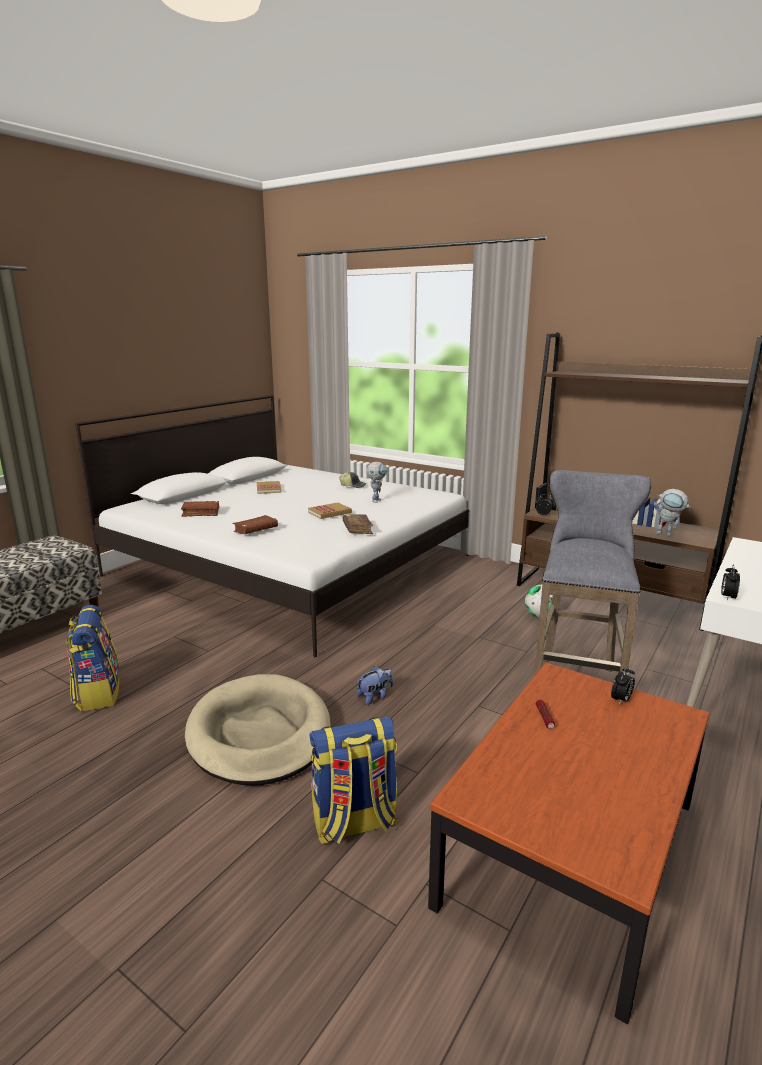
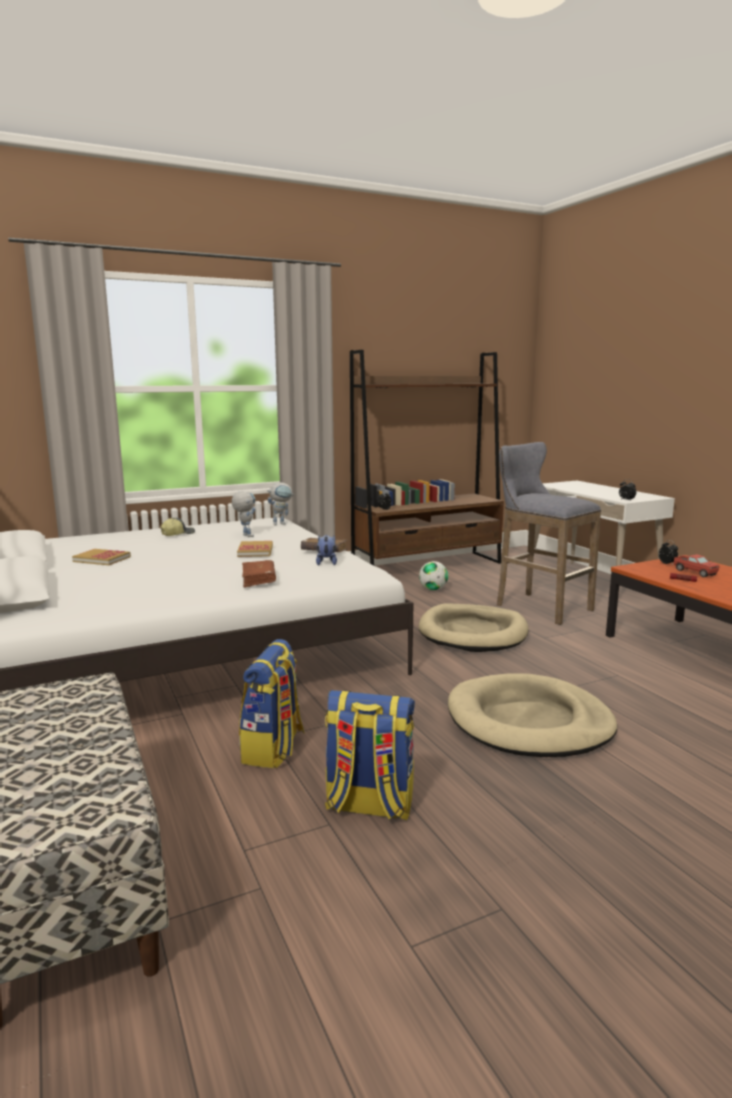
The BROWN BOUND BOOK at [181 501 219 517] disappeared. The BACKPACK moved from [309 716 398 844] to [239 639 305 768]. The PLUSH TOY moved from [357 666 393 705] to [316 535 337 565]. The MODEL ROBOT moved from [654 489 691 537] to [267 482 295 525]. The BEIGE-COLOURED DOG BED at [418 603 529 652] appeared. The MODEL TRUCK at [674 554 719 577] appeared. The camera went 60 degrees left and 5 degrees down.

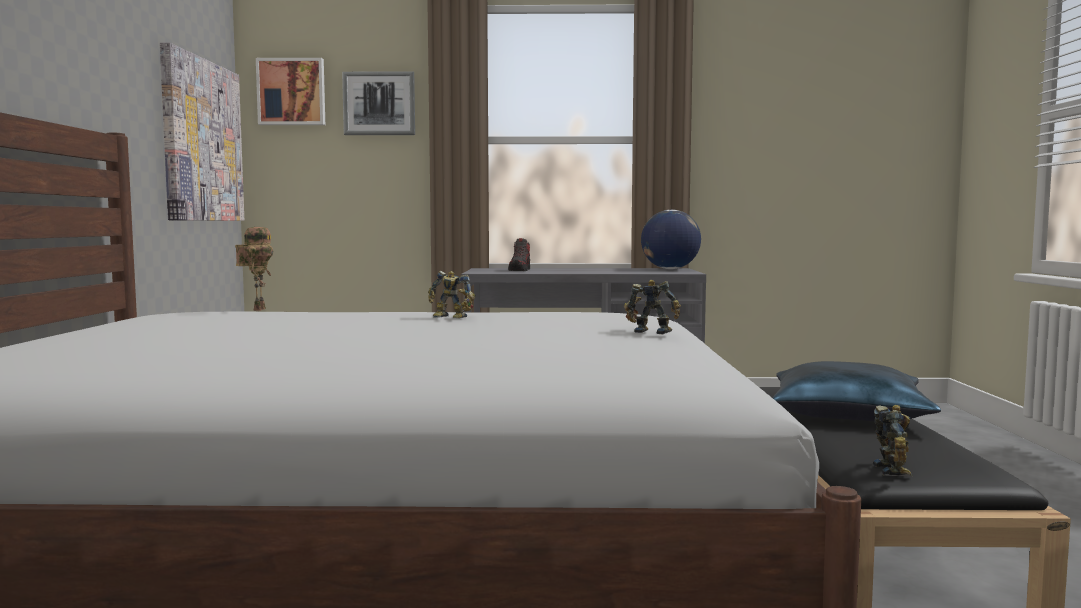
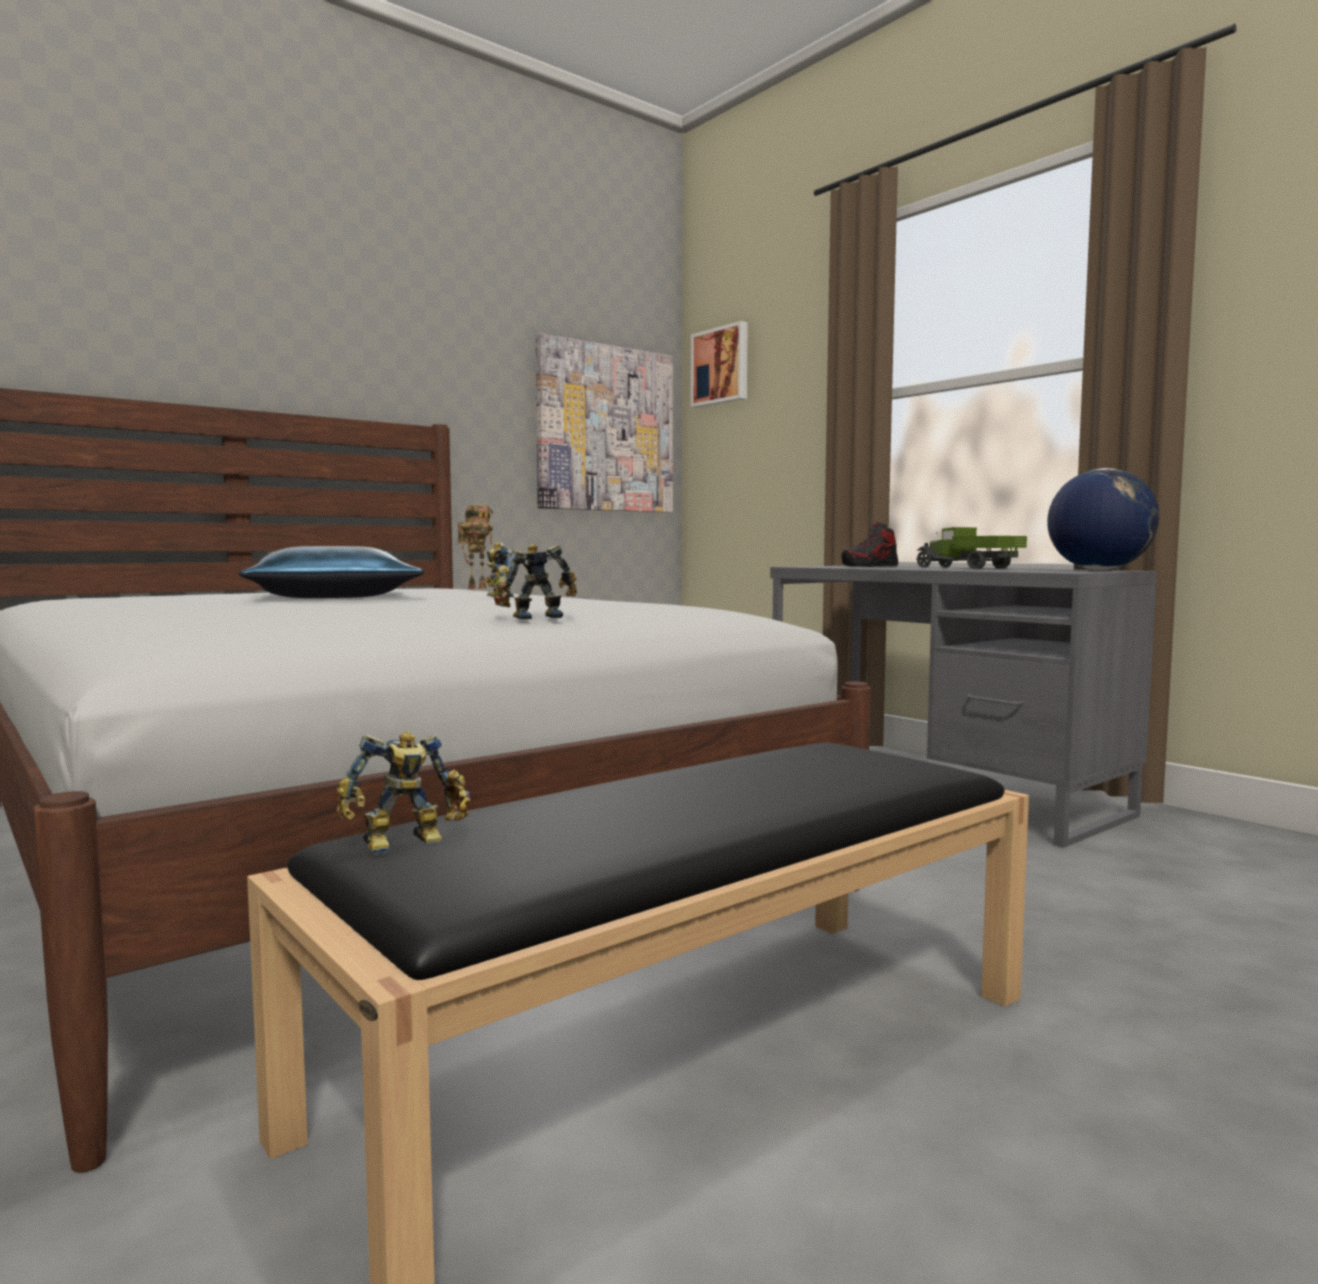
The WALL PICTURE at [342 71 415 135] disappeared. The MODEL ROBOT at [624 280 681 334] turned 105 degrees counterclockwise. The BLUE-COLOURED THROW PILLOW moved from [773 361 941 421] to [239 546 424 598]. The MODEL TRUCK at [916 527 1027 569] appeared. The camera went 50 degrees right and 0 degrees up.

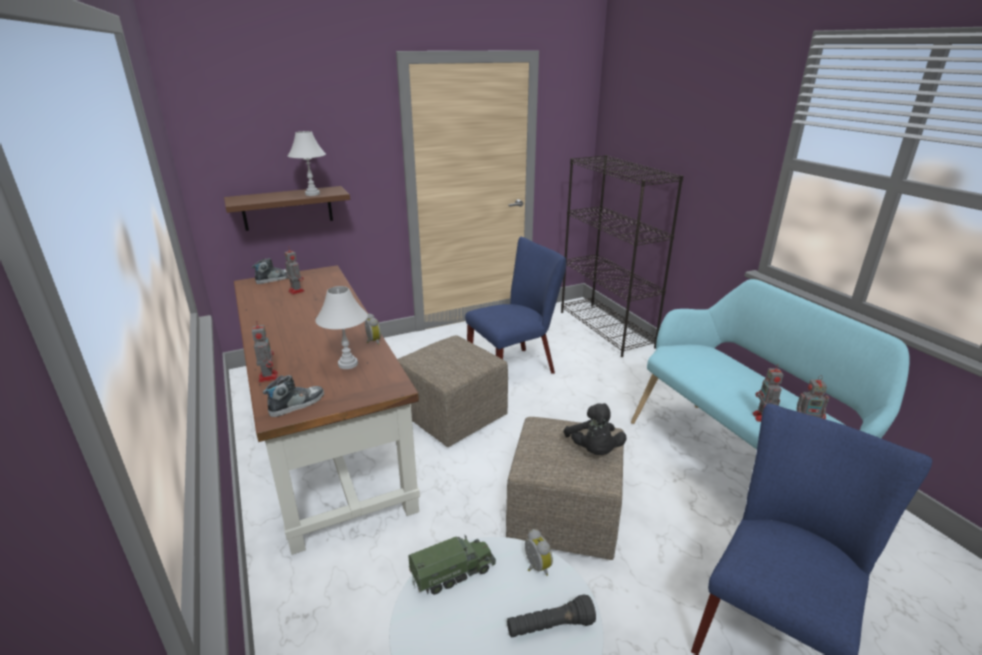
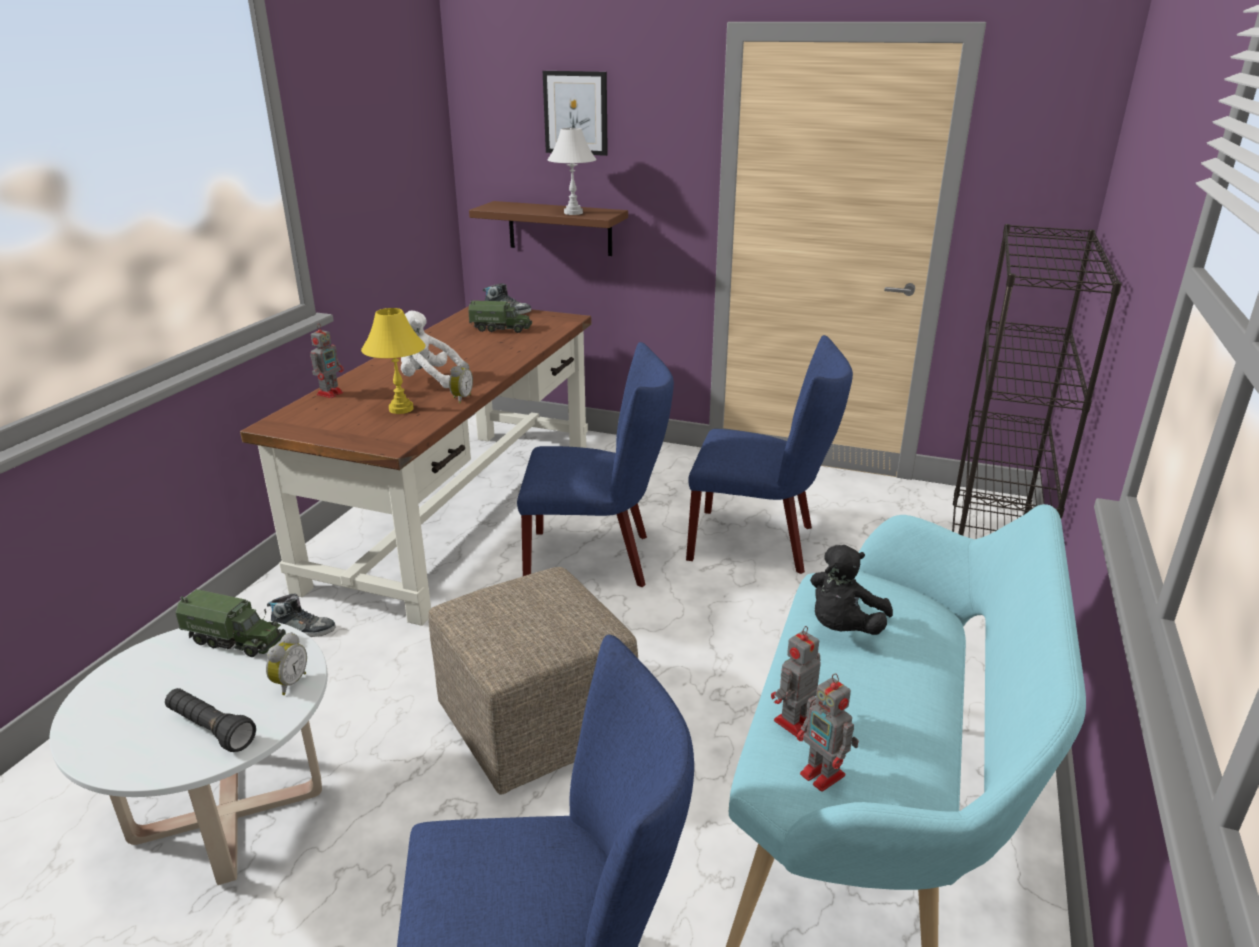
The ITEM OF FOOTWEAR moved from [263 375 324 417] to [267 593 336 637]. The MODEL ROBOT at [284 247 305 295] was replaced by the MODEL TRUCK at [468 300 532 333]. The WHITE TABLETOP LAMP at [315 286 368 369] became the YELLOWISH TABLETOP LAMP at [361 308 426 414]. The BEIGE-COLOURED POUFFE at [397 335 508 447] was replaced by the BLUE-COLOURED CHAIR at [517 342 674 587]. The BLACK PLUSH TOY moved from [564 403 627 455] to [810 545 893 635]. The WHITE PLUSH TOY at [401 311 463 388] appeared. The WALL PICTURE at [543 71 608 156] appeared. The camera went 45 degrees right and 0 degrees up.

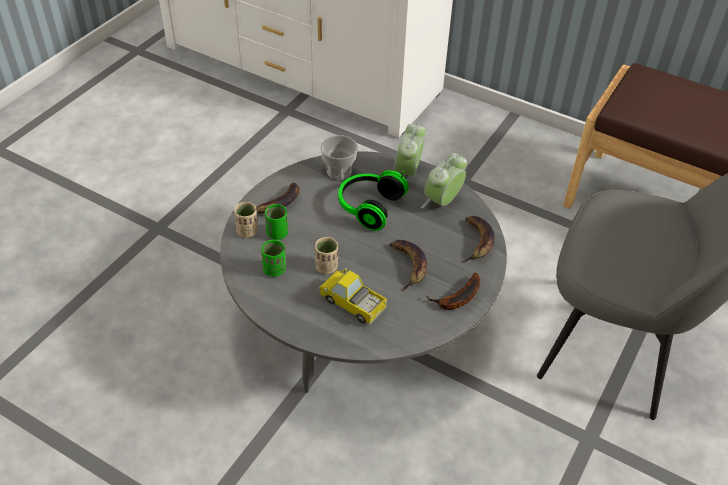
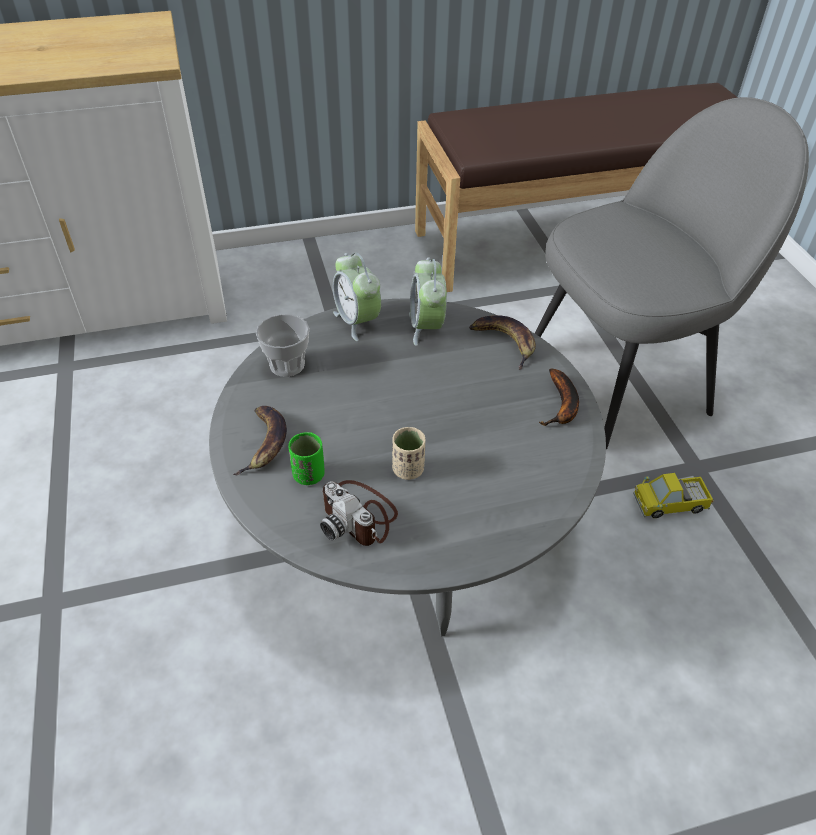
The BEIGE-COLOURED CUP at [234 202 258 238] disappeared. The GREEN-COLOURED CUP at [261 240 286 277] was replaced by the PHOTO CAMERA at [320 480 398 546]. The MODEL TRUCK moved from [319 268 387 325] to [633 473 714 518]. The PAIR OF HEADPHONES at [338 170 409 231] disappeared. The BANANA FRUIT at [390 240 427 291] disappeared. The camera went 45 degrees left and 0 degrees up.

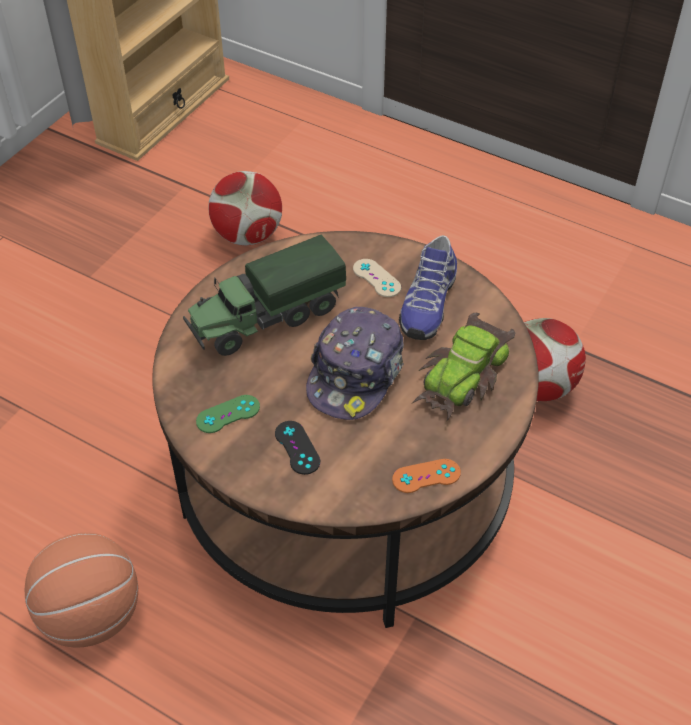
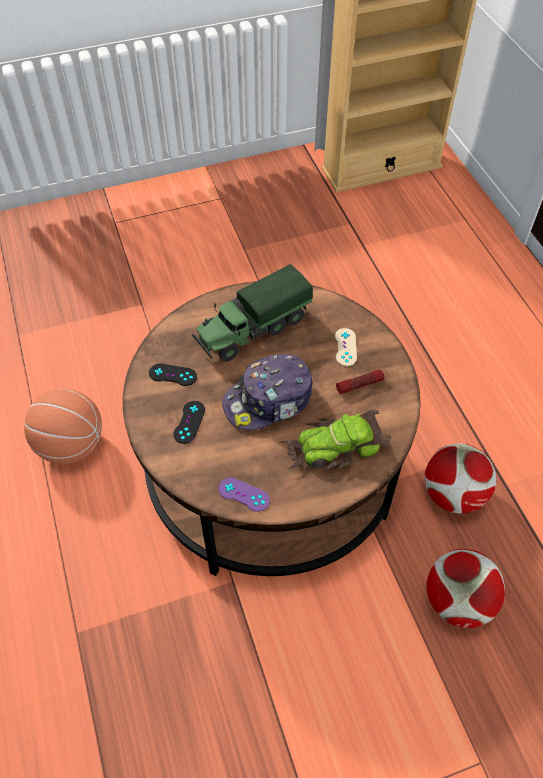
The MODEL TRUCK at [183 235 346 356] turned 45 degrees counterclockwise. The GREEN-COLOURED GAMEPAD at [196 395 260 433] became the BLACK GAMEPAD at [149 363 197 386]. The FOOTBALL BALL moved from [209 171 282 246] to [426 549 505 628]. The ORANGE GAMEPAD at [392 459 461 493] became the PURPLISH GAMEPAD at [219 478 270 512]. The ITEM OF FOOTWEAR at [399 235 457 340] was replaced by the HAND TORCH at [336 370 384 394]. The camera went 40 degrees right and 5 degrees up.

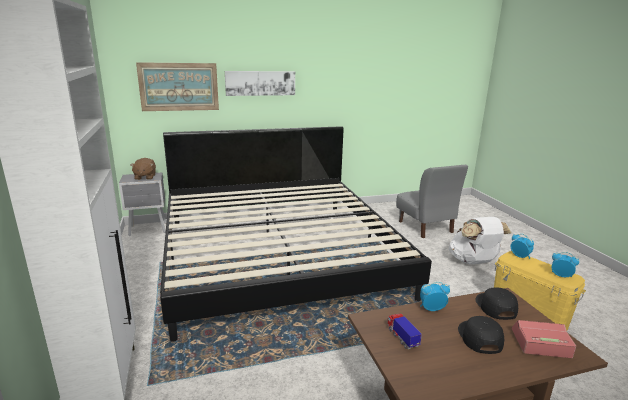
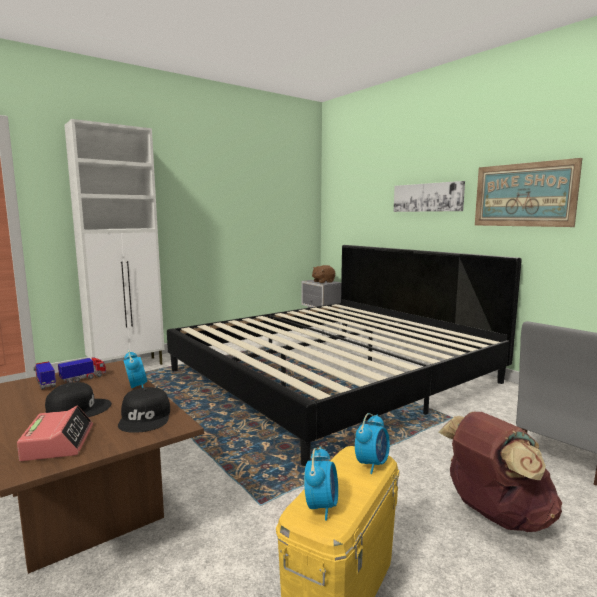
The WALL PICTURE moved from [136 62 219 111] to [475 158 582 227]. The WHITE BACKPACK at [449 217 511 264] became the BROWN BACKPACK at [438 412 562 532]. The BLACK PEAKED CAP at [475 287 518 320] turned 105 degrees clockwise. The MODEL TRUCK at [34 361 56 390] appeared. The camera went 70 degrees right and 10 degrees down.

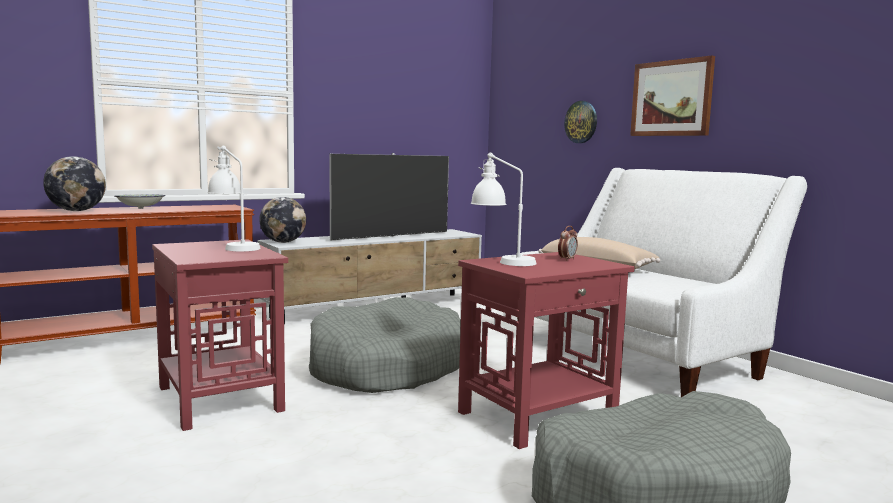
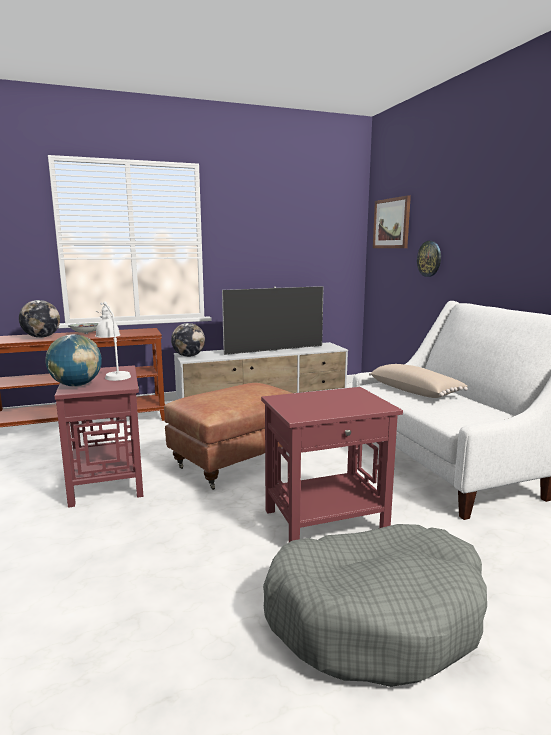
The GREYISH DOG BED at [309 297 461 393] was replaced by the BROWN POUFFE at [164 383 292 490]. The WHITE TABLETOP LAMP at [471 153 536 266] disappeared. The BEDSIDE CLOCK at [558 226 578 261] disappeared. The WALL PICTURE moved from [630 55 715 136] to [373 195 411 248]. The GLOBE at [46 334 102 386] appeared. The camera went 15 degrees right and 5 degrees up.

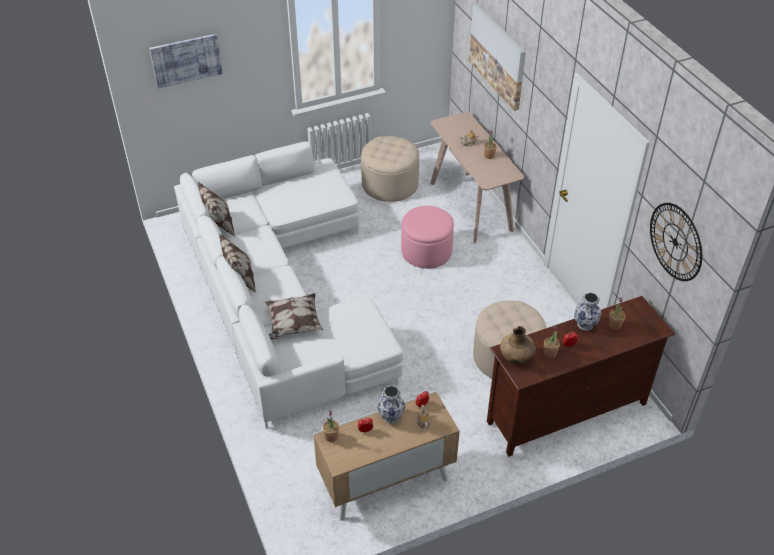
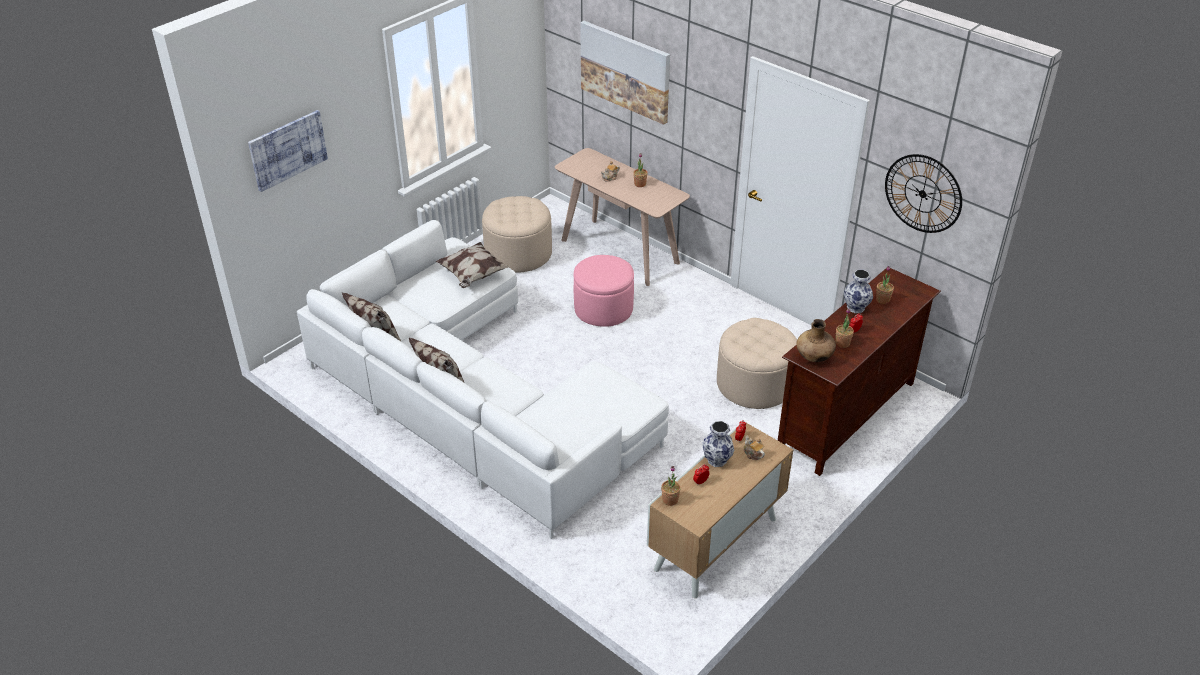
The THROW PILLOW moved from [265 293 323 340] to [435 242 509 288]. The camera went 25 degrees left and 5 degrees down.

